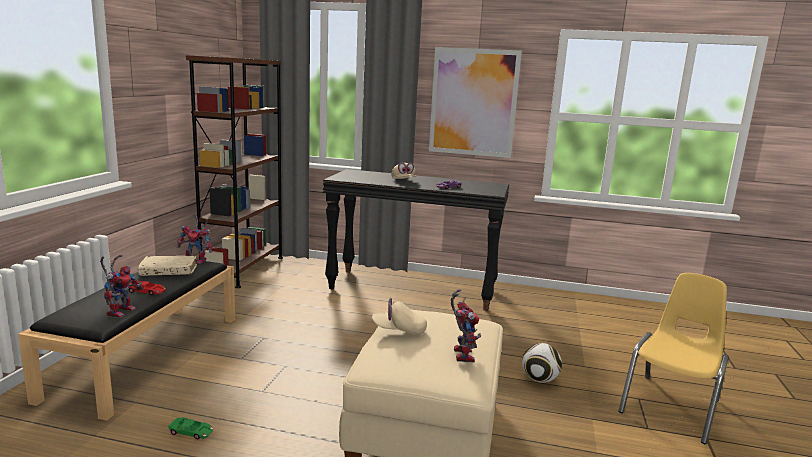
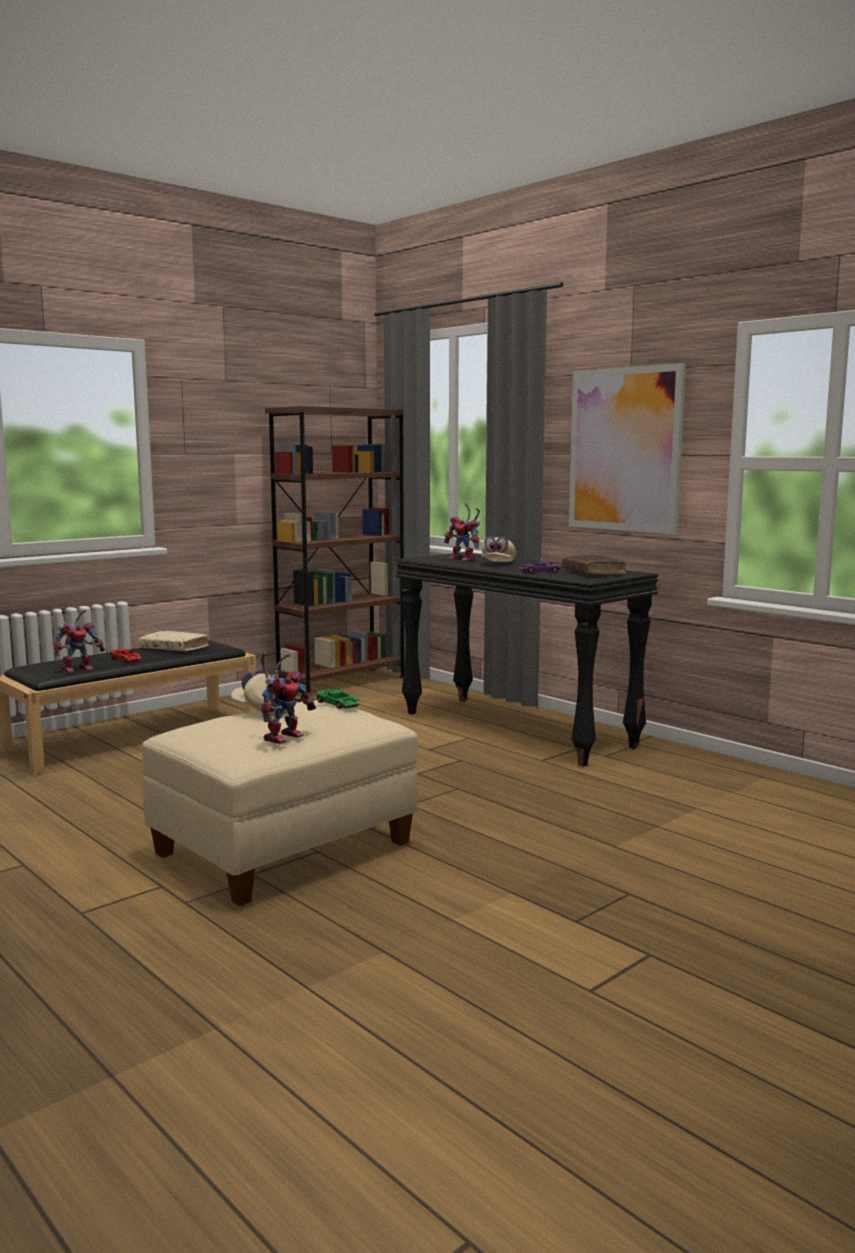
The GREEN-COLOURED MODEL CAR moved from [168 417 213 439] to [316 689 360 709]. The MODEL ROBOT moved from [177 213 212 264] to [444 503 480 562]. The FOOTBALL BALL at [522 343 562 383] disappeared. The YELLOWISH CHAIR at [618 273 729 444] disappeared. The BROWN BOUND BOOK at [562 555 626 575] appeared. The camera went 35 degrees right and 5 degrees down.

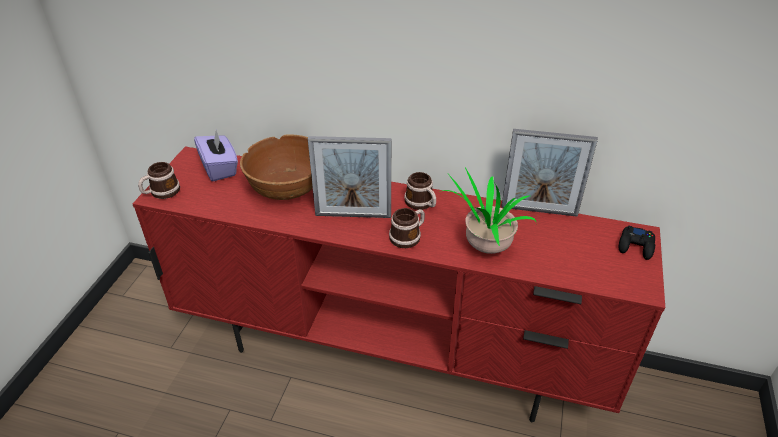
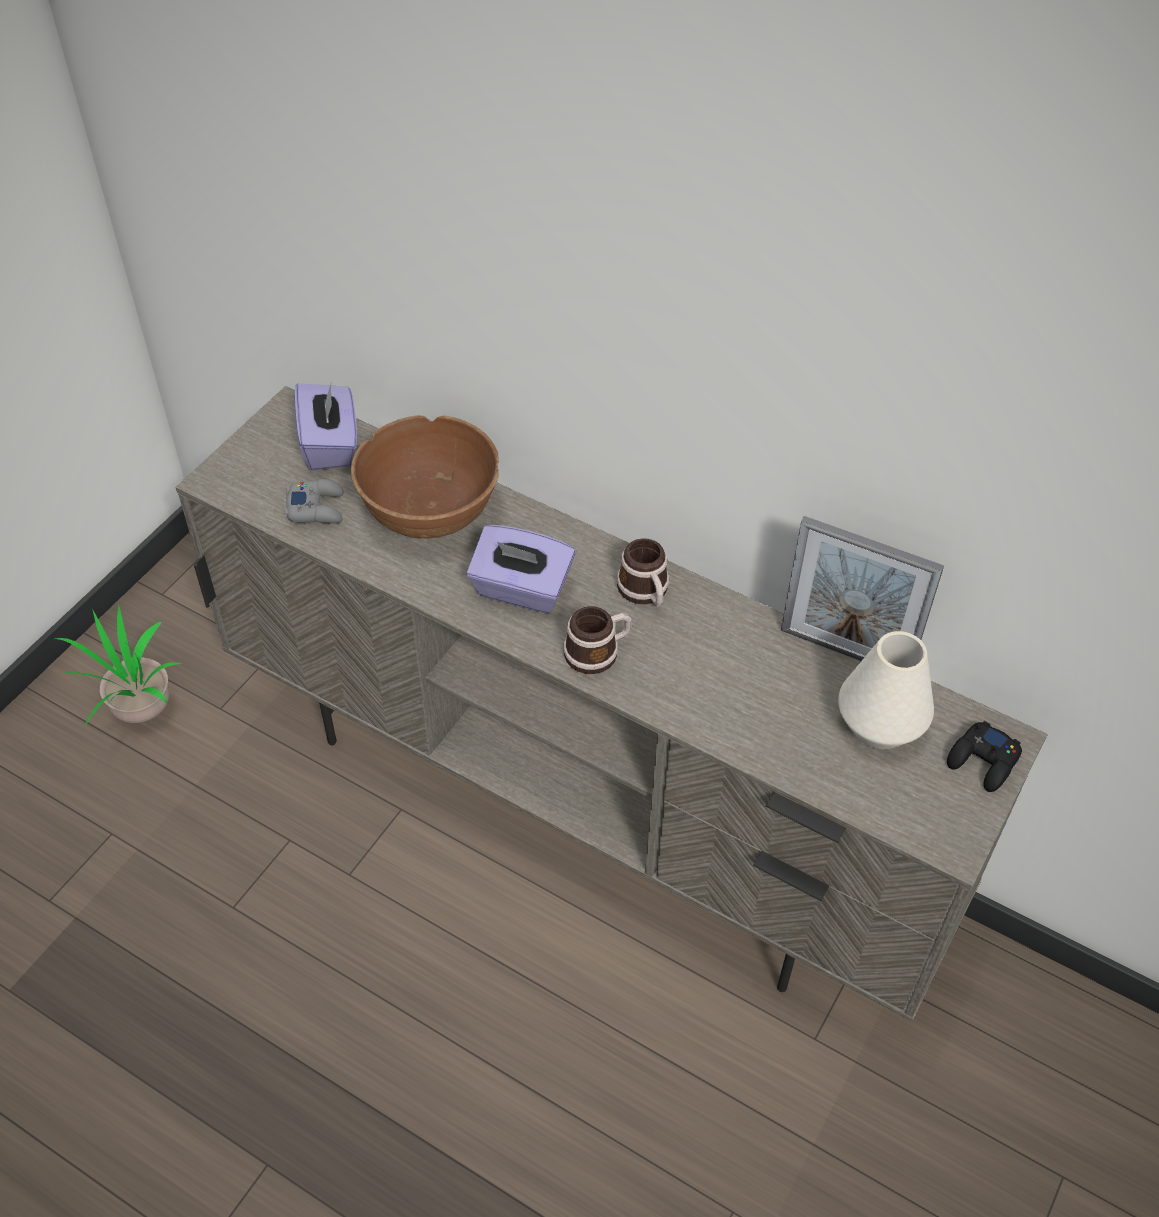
The RED TV STAND at [132 146 665 422] became the BEIGE-COLOURED TV STAND at [175 386 1047 1021]. The MUG at [138 162 180 199] disappeared. The STANDING FRAME at [308 136 391 218] was replaced by the PURPLISH TISSUE BOX at [467 525 575 613]. The PLANT IN A POT moved from [439 168 537 254] to [55 605 182 726]. The GREYISH GAMEPAD at [285 479 344 524] appeared. The WHITE FLOWER VASE at [838 631 934 749] appeared. The camera went 15 degrees right and 10 degrees up.

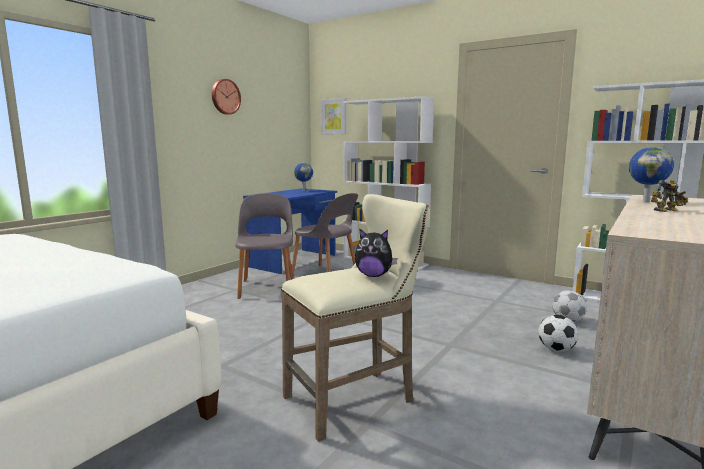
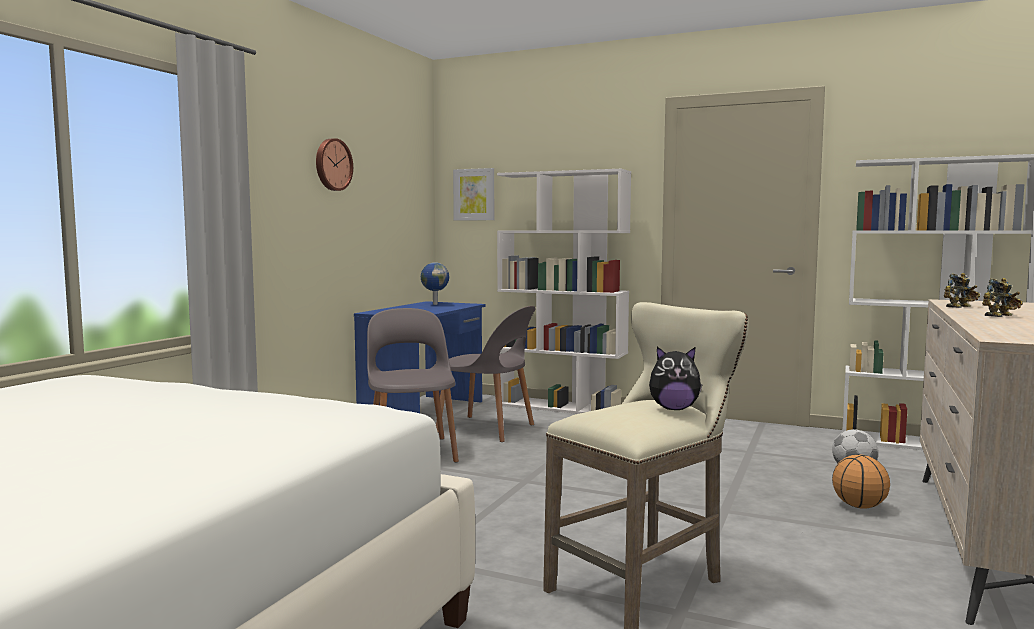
The FOOTBALL BALL at [538 315 578 352] was replaced by the BASKETBALL BALL at [832 454 890 508]. The GLOBE at [629 147 674 203] was replaced by the MODEL ROBOT at [944 273 980 308]. The camera went 10 degrees left and 5 degrees down.

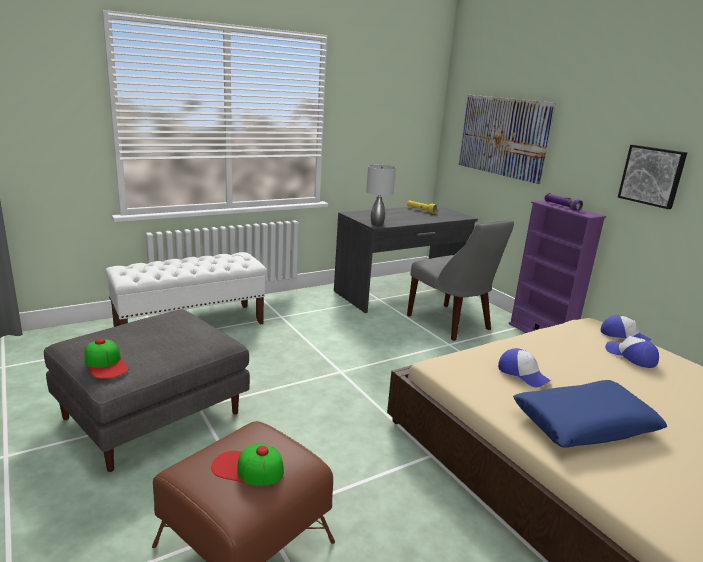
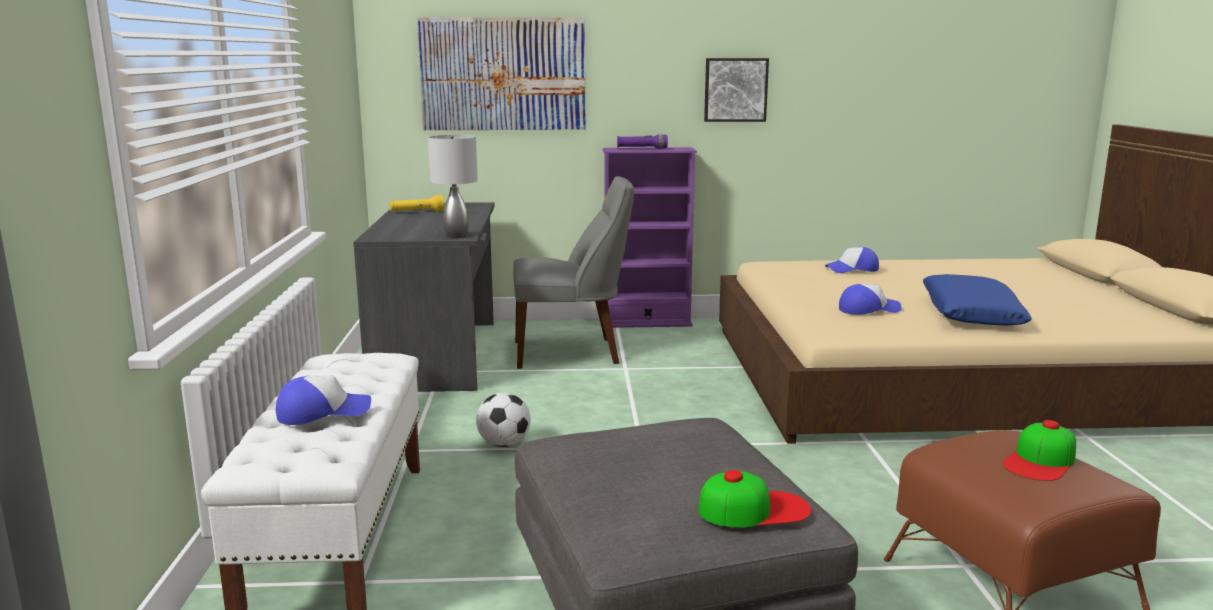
The PEAKED CAP moved from [601 315 651 342] to [276 375 371 425]. The FOOTBALL BALL at [476 393 531 447] appeared. The camera went 60 degrees left and 5 degrees down.

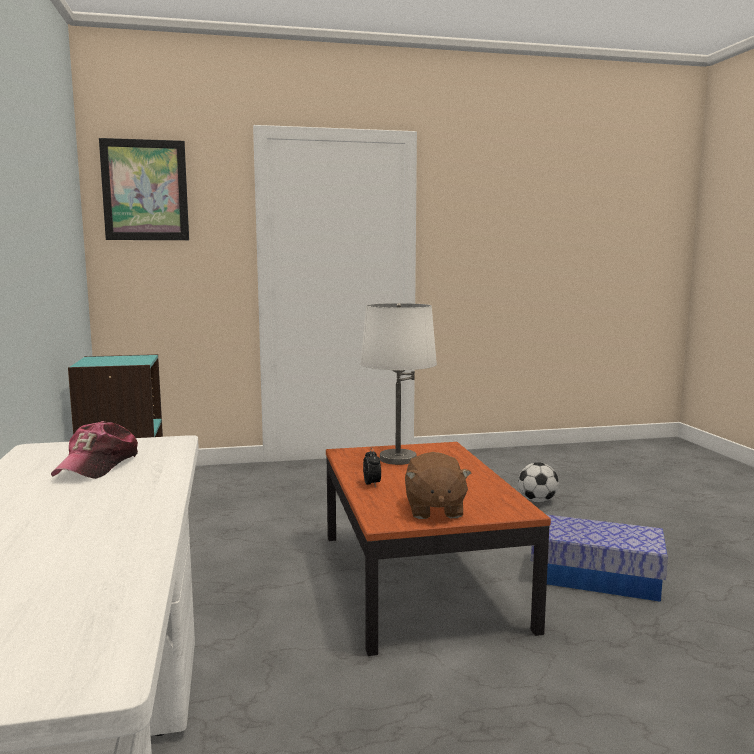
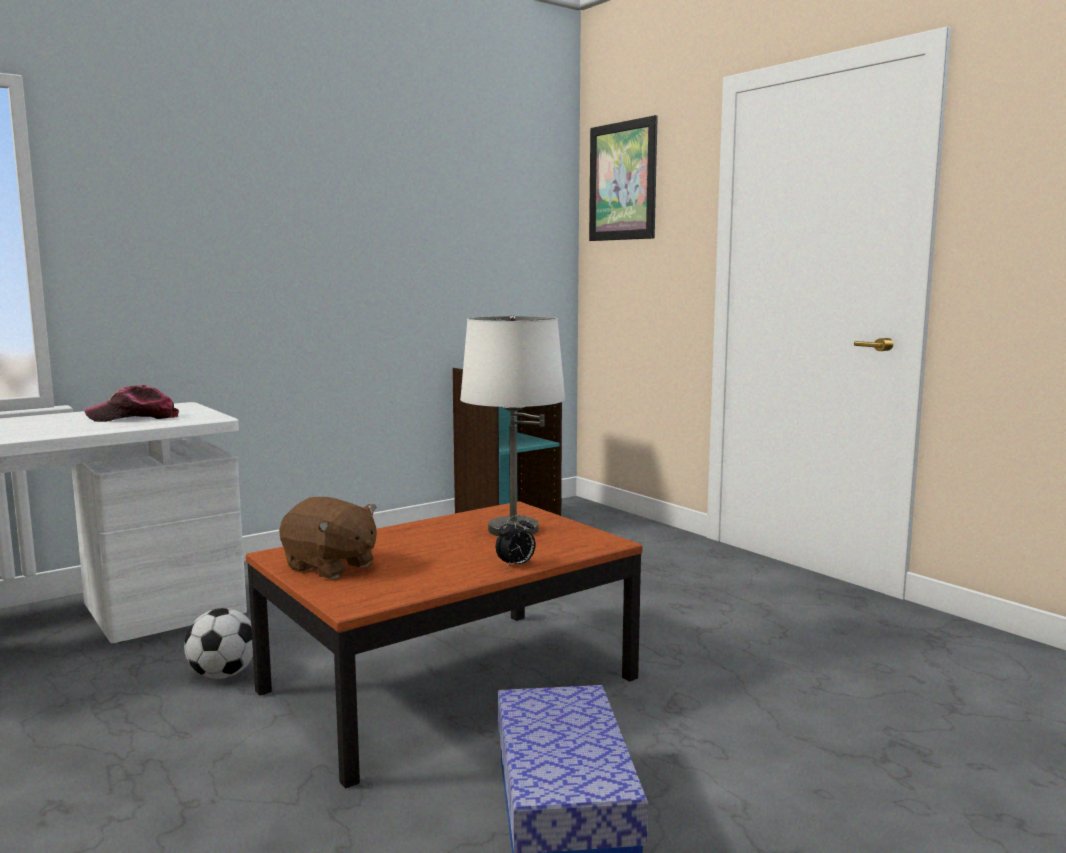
The BEDSIDE CLOCK moved from [363 447 381 488] to [496 515 535 568]. The BROWN PLUSH TOY at [405 452 471 519] turned 120 degrees counterclockwise. The FOOTBALL BALL moved from [518 462 559 502] to [184 608 253 679]. The camera went 65 degrees right and 0 degrees up.

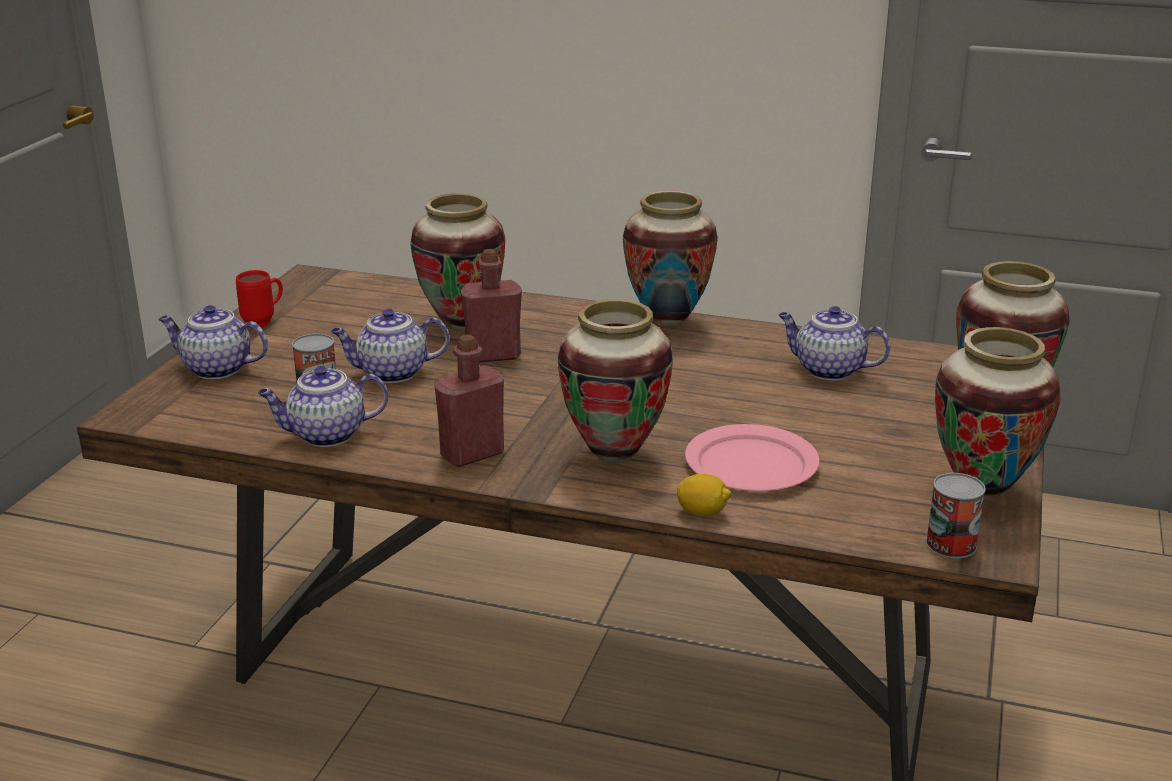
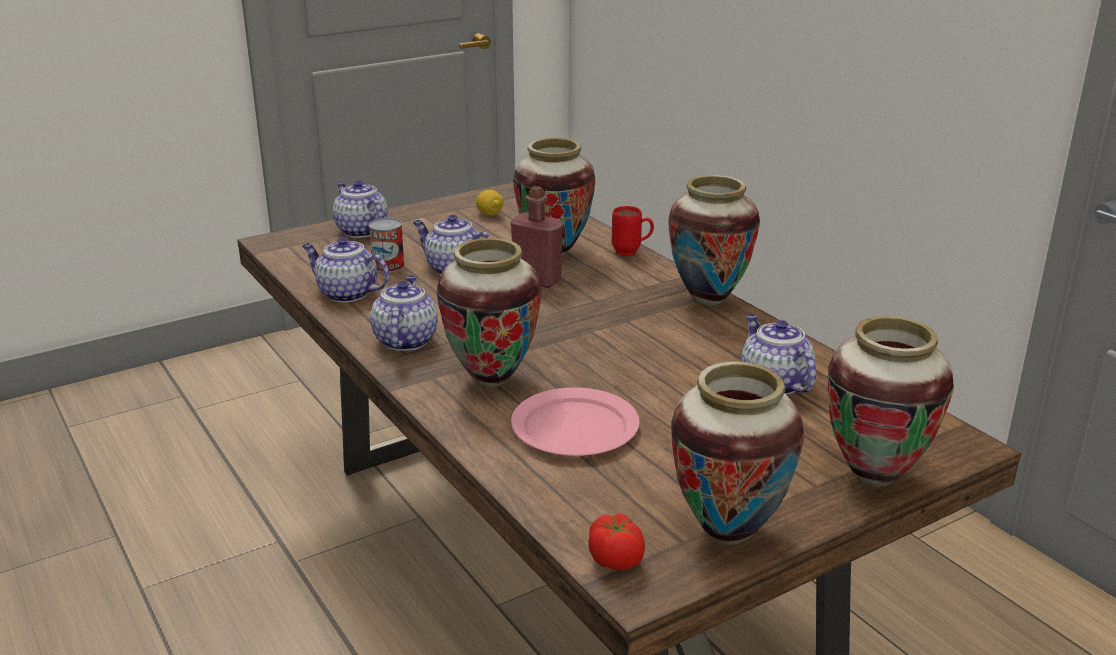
The RED MUG moved from [236 270 283 327] to [612 206 654 256]. The RED DRINK BOTTLE at [434 335 504 467] was replaced by the TEA POT at [370 275 438 351]. The CITRUS FRUIT moved from [677 474 731 516] to [476 190 503 216]. The SEALED CAN at [926 473 986 559] was replaced by the TOMATO at [588 513 645 571]. The camera went 40 degrees right and 0 degrees up.

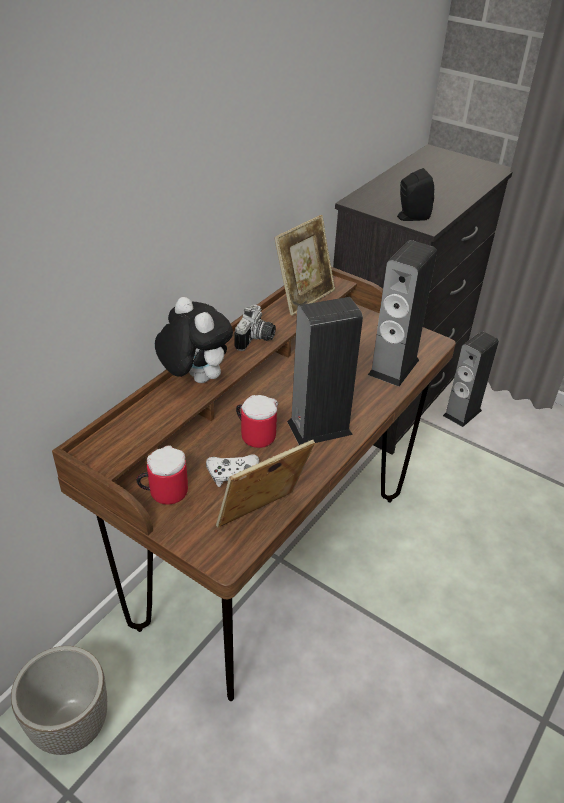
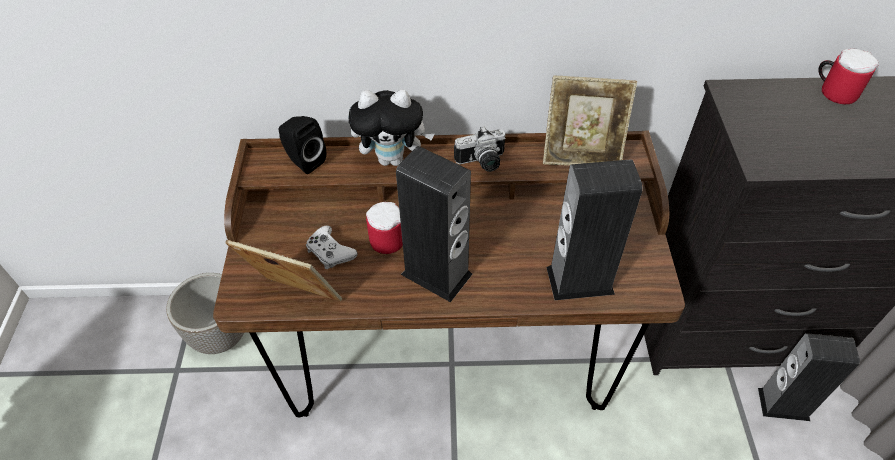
The MUG moved from [136 446 188 505] to [818 49 879 104]. The PLUSH TOY at [155 297 233 383] turned 75 degrees clockwise. The BLACK AUDIO SPEAKER moved from [397 168 434 221] to [279 116 326 174]. The camera went 55 degrees right and 10 degrees up.

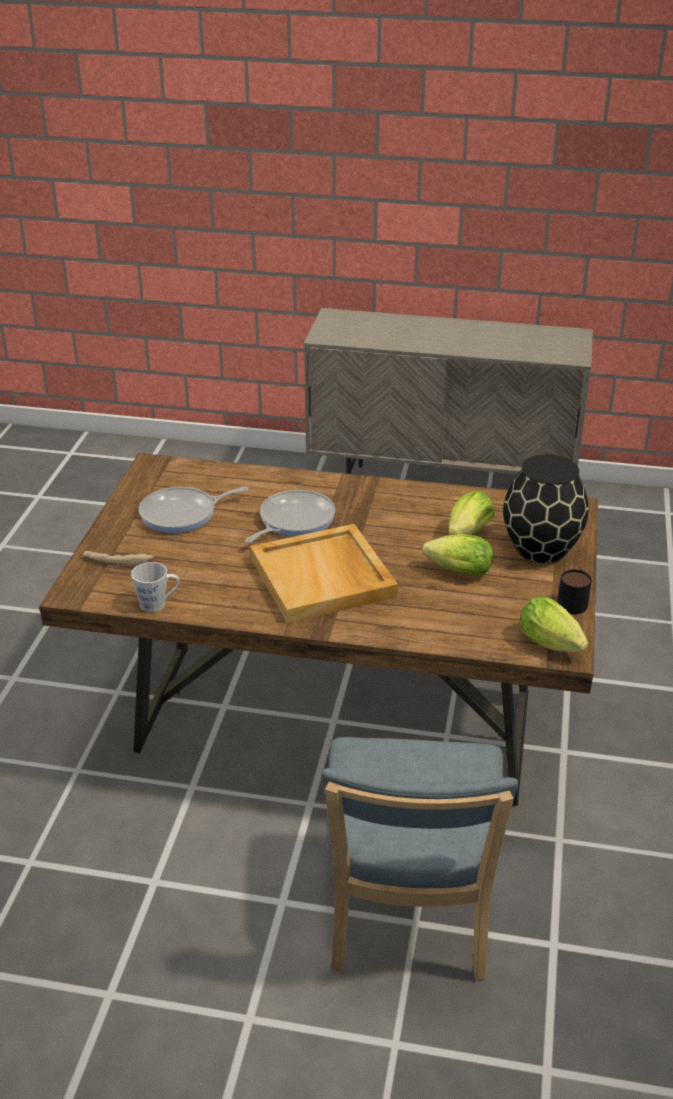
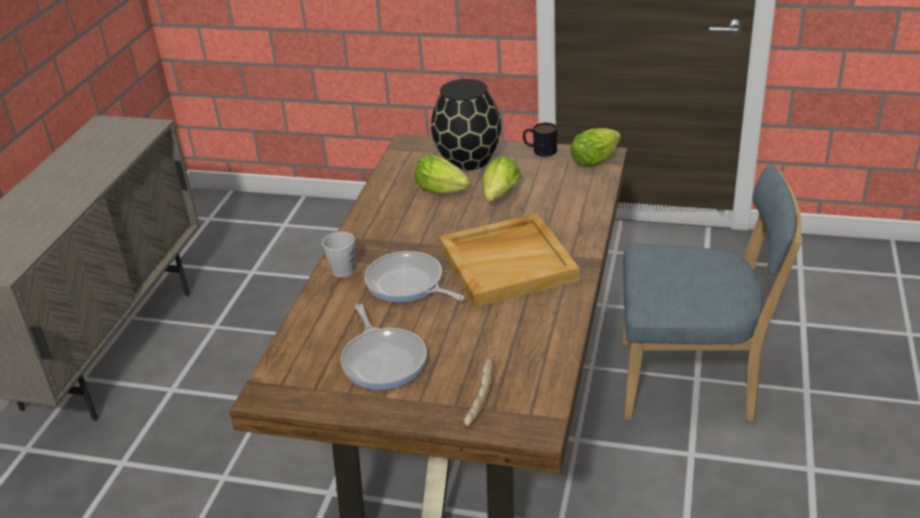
The GREYISH MUG moved from [131 562 179 612] to [322 232 355 277]. The camera went 85 degrees left and 0 degrees up.

